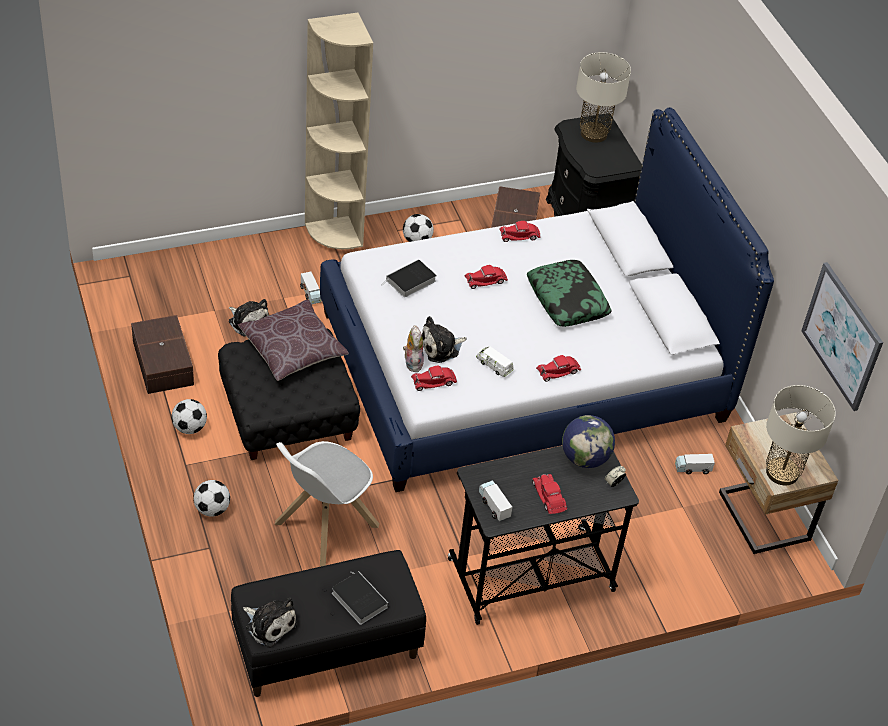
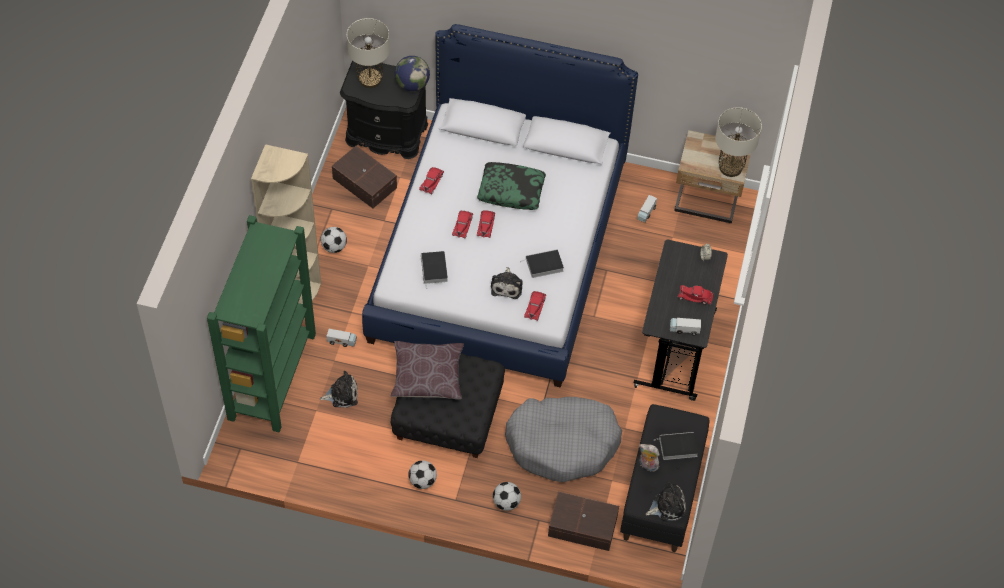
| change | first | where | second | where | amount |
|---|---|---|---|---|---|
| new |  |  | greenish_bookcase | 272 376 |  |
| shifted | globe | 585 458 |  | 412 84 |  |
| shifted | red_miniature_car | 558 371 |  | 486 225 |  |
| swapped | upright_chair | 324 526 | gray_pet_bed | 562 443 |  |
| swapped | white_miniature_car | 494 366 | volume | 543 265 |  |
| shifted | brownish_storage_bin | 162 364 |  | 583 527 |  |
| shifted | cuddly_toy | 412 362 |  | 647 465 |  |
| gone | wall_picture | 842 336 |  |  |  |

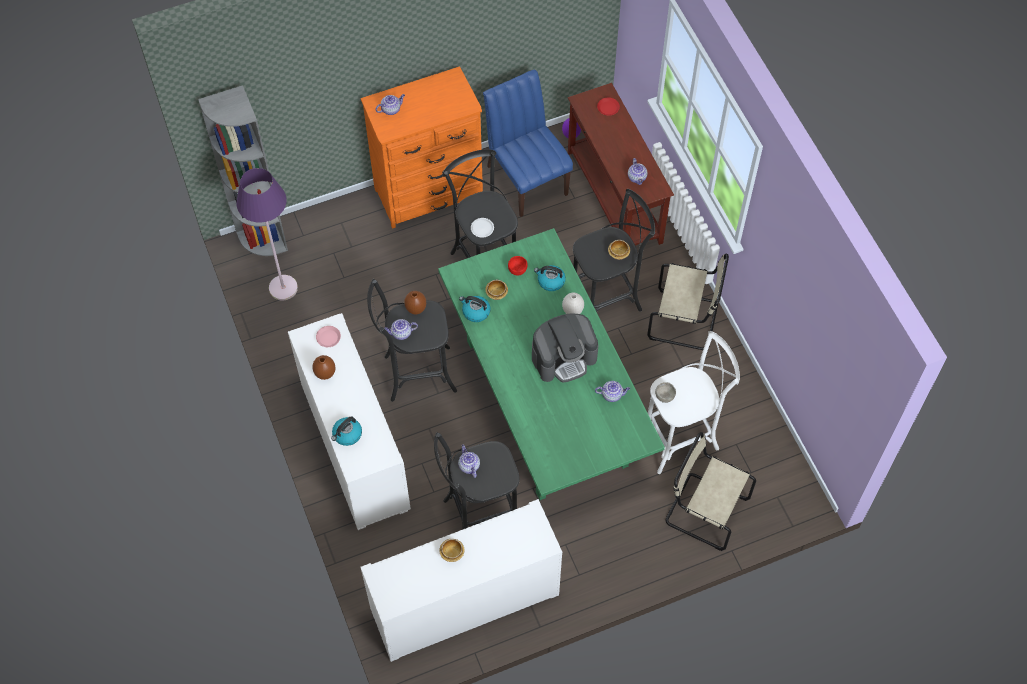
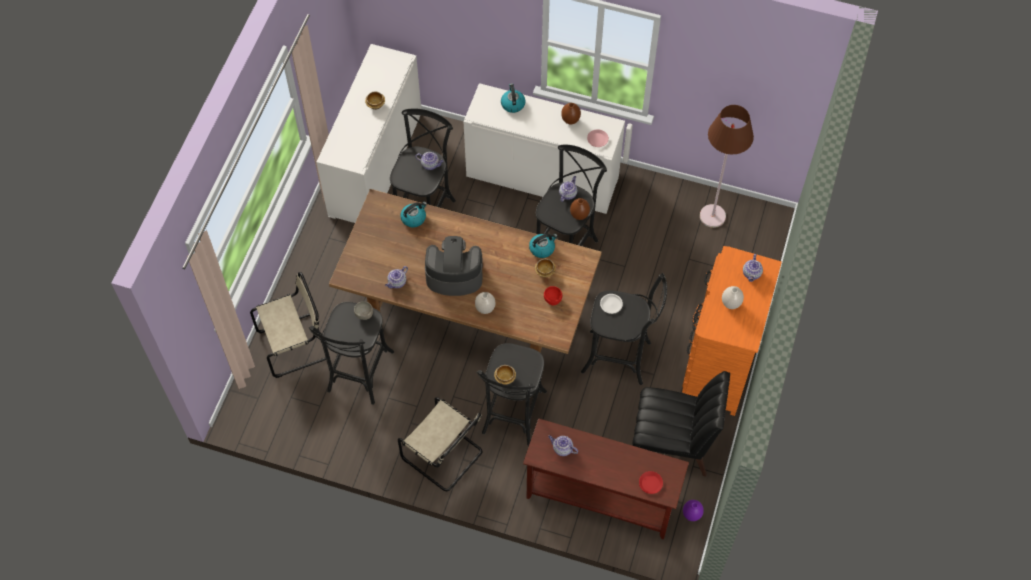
| change | first | where | second | where | amount |
|---|---|---|---|---|---|
| repainted | white_stool | 681 438 | black-coloured_stool | 359 374 |  |
| repainted | greenish_dinner_table | 545 401 | brownish_dinner_table | 469 311 |  |
| rotated | sand-coloured_upright_chair | 686 321 |  | 445 456 | 105 degrees counterclockwise |
| shifted | tea_kettle | 550 281 |  | 414 218 |  |
| rotated | coffee_machine | 564 357 |  | 454 275 | 75 degrees clockwise |
| repainted | blue-coloured_upright_chair | 527 181 | black-coloured_upright_chair | 672 445 |  |
| repainted | purple_standing_lamp | 283 288 | brownish_standing_lamp | 712 216 |  |
| new |  |  | white_decorative_vase | 730 303 |  |
| gone | gray_bookcase | 263 242 |  |  |  |

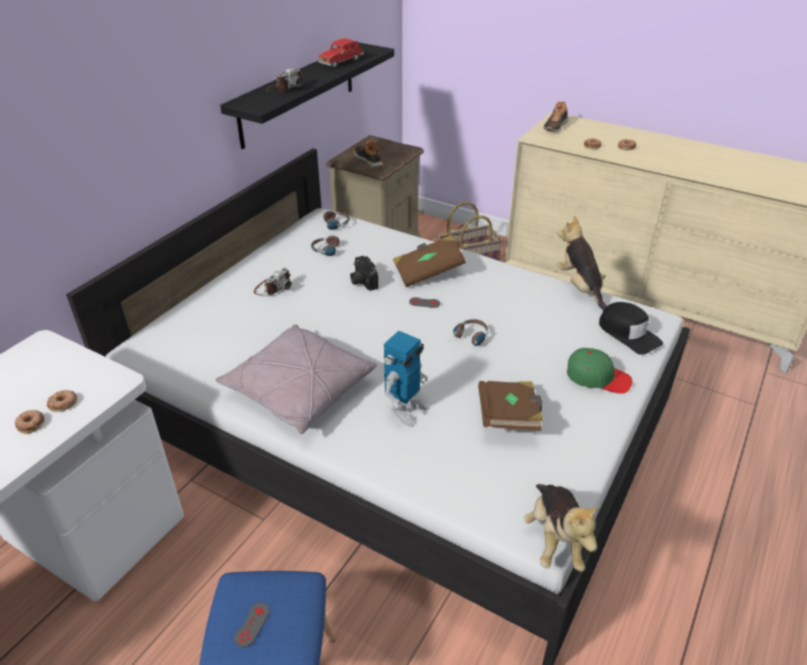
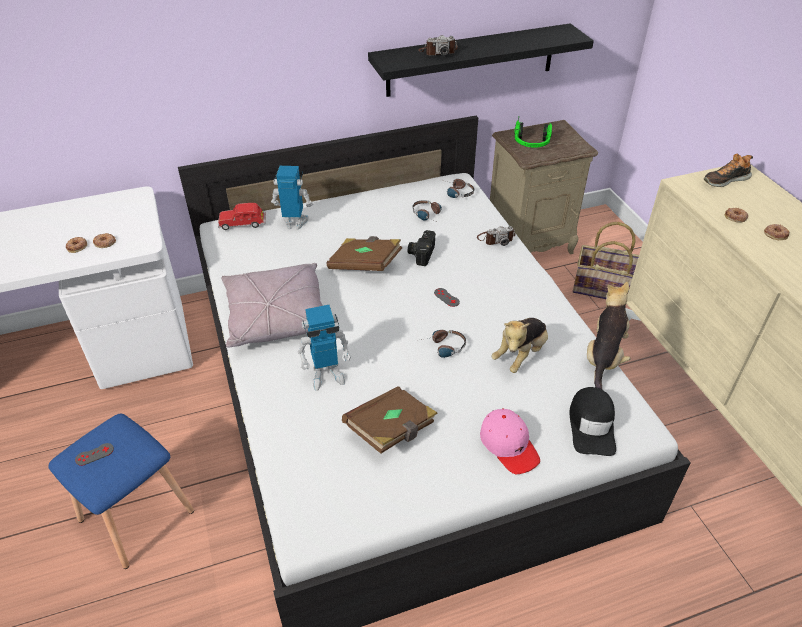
| change | first | where | second | where | amount |
|---|---|---|---|---|---|
| shifted | red_miniature_car | 341 62 |  | 243 224 |  |
| new |  |  | robot_figure | 295 223 |  |
| shifted | brownish_volume | 428 272 |  | 365 265 |  |
| shifted | photo_camera | 273 287 |  | 495 239 |  |
| repainted | greenish_cap | 597 377 | pinkish_cap | 509 445 |  |
| shifted | cuddly_toy | 555 539 |  | 520 355 |  |
| swapped | shoe | 369 160 | headphones | 531 144 |  |

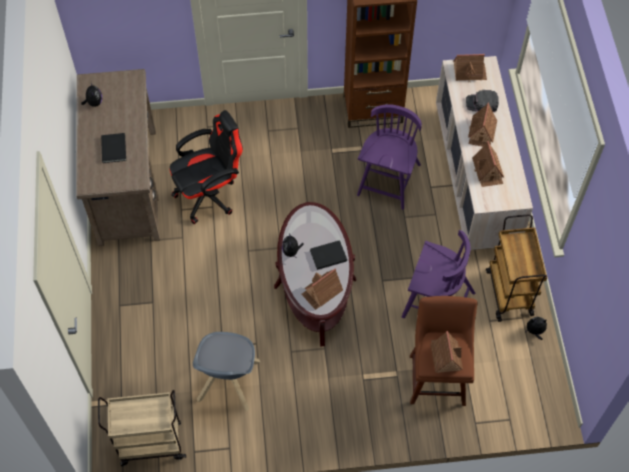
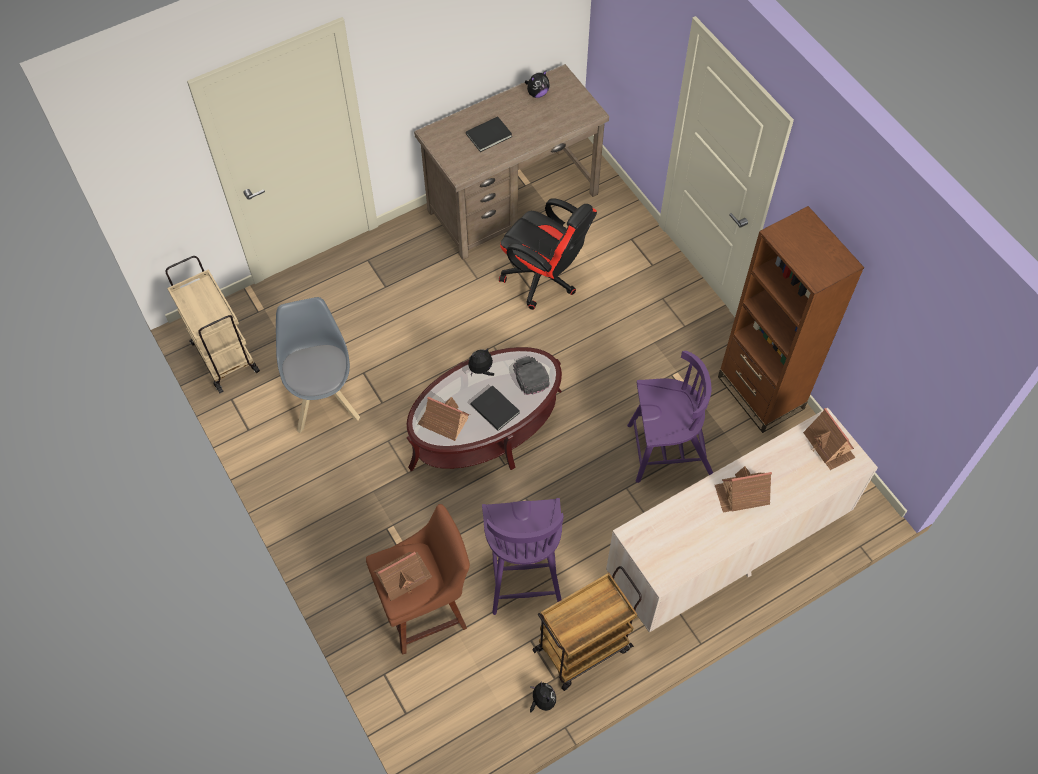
| change | first | where | second | where | amount |
|---|---|---|---|---|---|
| rotated | gray_upright_chair | 228 382 |  | 323 396 | 90 degrees clockwise |
| shifted | black-coloured_cap | 481 103 |  | 530 376 |  |
| gone | model_house | 488 171 |  |  |  |

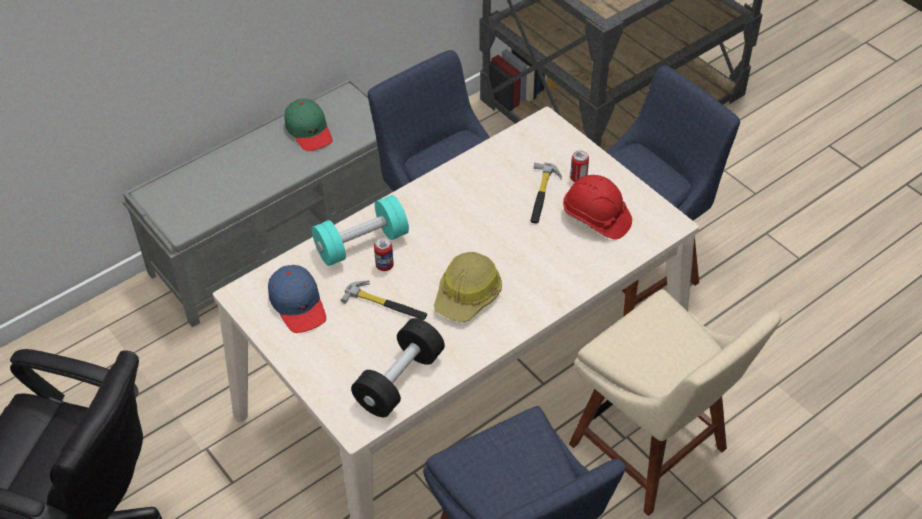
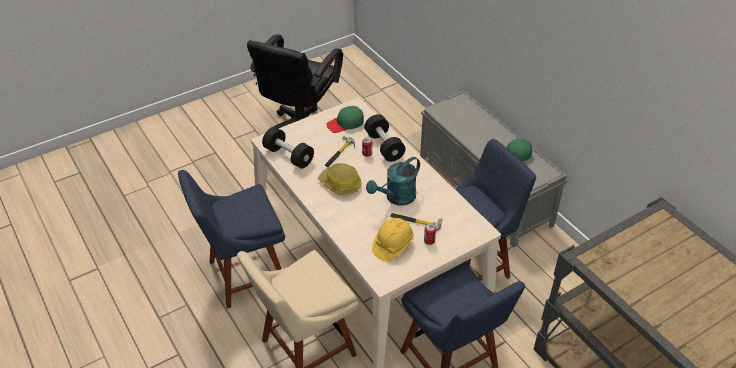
| change | first | where | second | where | amount |
|---|---|---|---|---|---|
| repainted | blue-coloured_cap | 298 304 | greenish_cap | 345 123 |  |
| repainted | turquoise-coloured_free_weight | 361 244 | black-coloured_free_weight | 384 146 |  |
| new |  |  | turquoise-coloured_watering_pot | 396 198 |  |
| repainted | red_safety_helmet | 596 218 | yellow-coloured_safety_helmet | 392 245 |  |

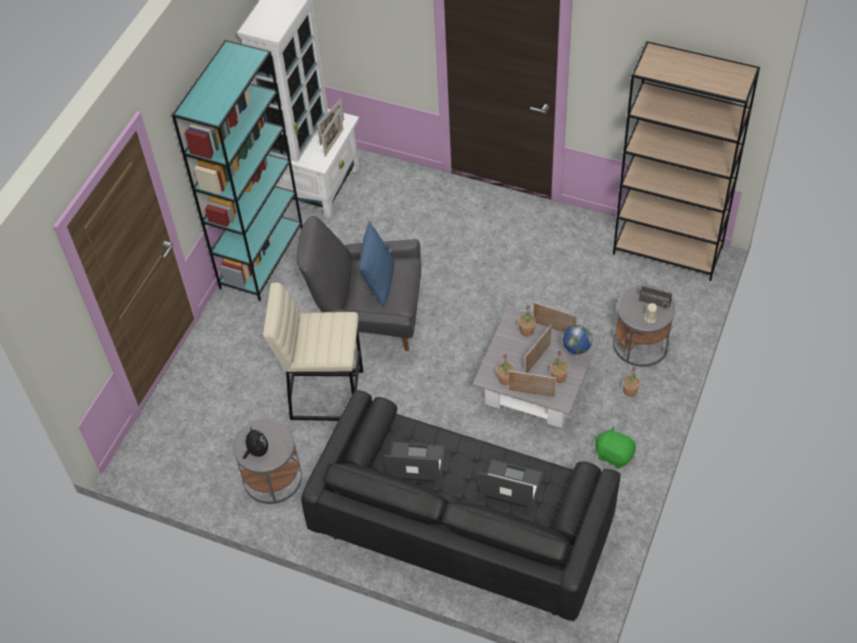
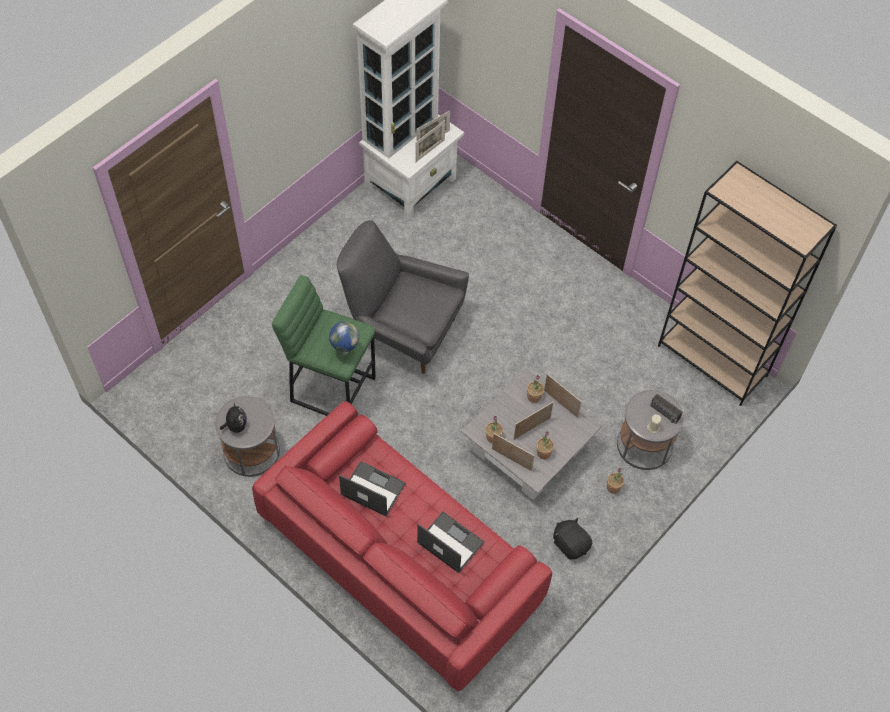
| change | first | where | second | where | amount |
|---|---|---|---|---|---|
| repainted | black-coloured_settee | 462 527 | red_settee | 401 561 |  |
| repainted | sand-coloured_stool | 324 394 | greenish_stool | 331 389 |  |
| shifted | globe | 575 356 |  | 344 352 |  |
| repainted | greenish_cuddly_toy | 614 454 | black-coloured_cuddly_toy | 571 544 |  |
| gone | turquoise-coloured_bookcase | 261 257 |  |  |  |
| gone | blue-coloured_pillow | 379 282 |  |  |  |

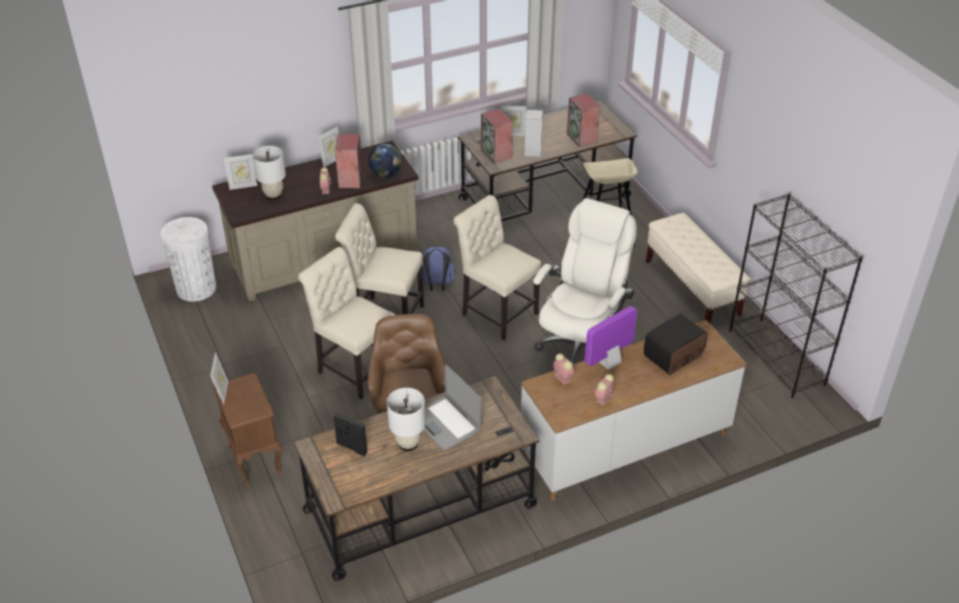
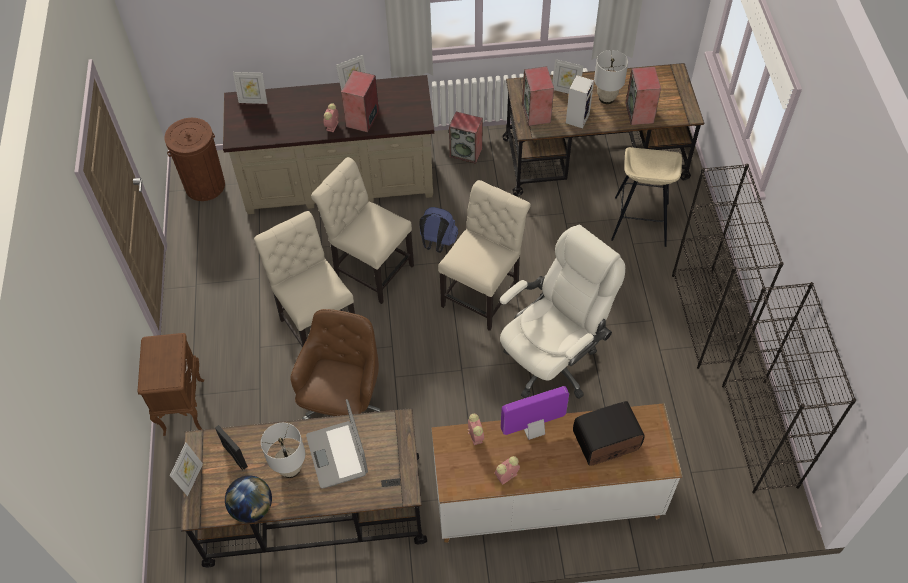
| change | first | where | second | where | amount |
|---|---|---|---|---|---|
| repainted | white_trash_can | 196 288 | brownish_trash_can | 205 185 |  |
| shifted | photo_frame | 222 393 |  | 191 478 |  |
| shifted | globe | 386 175 |  | 252 508 |  |
| rotated | sand-coloured_upright_chair | 496 312 |  | 484 293 | 60 degrees clockwise |
| new |  |  | loudspeaker | 466 152 |  |
| shifted | white_tabletop_lamp | 273 195 |  | 606 98 |  |
| swapped | sand-coloured_long_seat | 692 288 | black-coloured_bookcase | 705 319 |  |

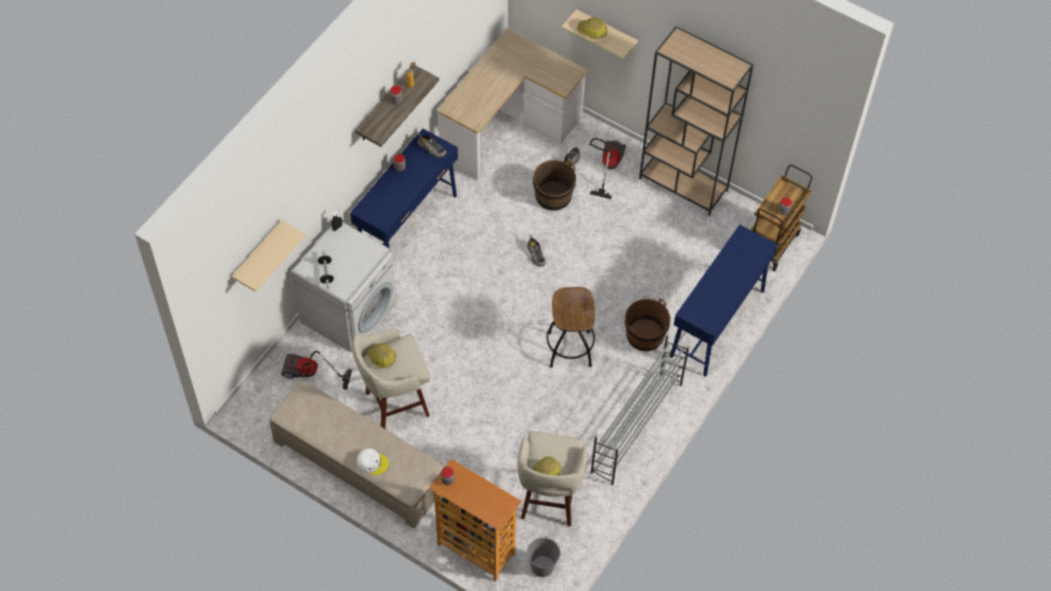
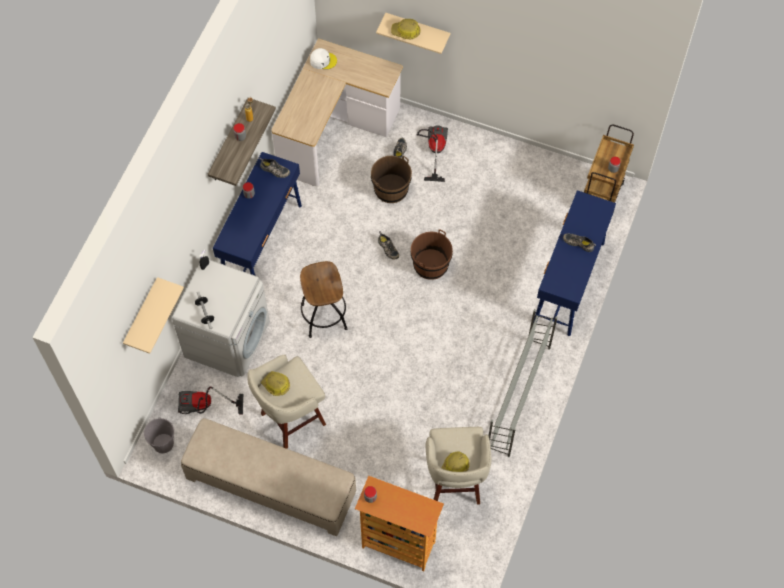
| change | first | where | second | where | amount |
|---|---|---|---|---|---|
| shifted | gray_pail | 542 566 |  | 163 443 |  |
| shifted | brownish_stool | 569 348 |  | 324 316 |  |
| shifted | white_cap | 372 463 |  | 323 60 |  |
| shifted | brownish_pail | 645 335 |  | 431 264 |  |
| new |  |  | shoe | 579 243 |  |
| gone | bookcase | 684 184 |  |  |  |

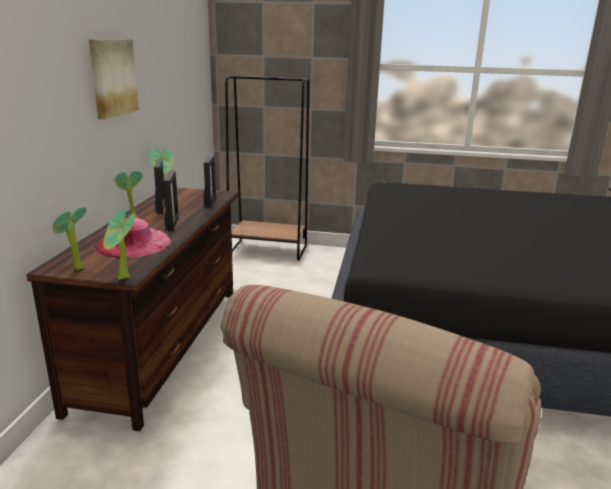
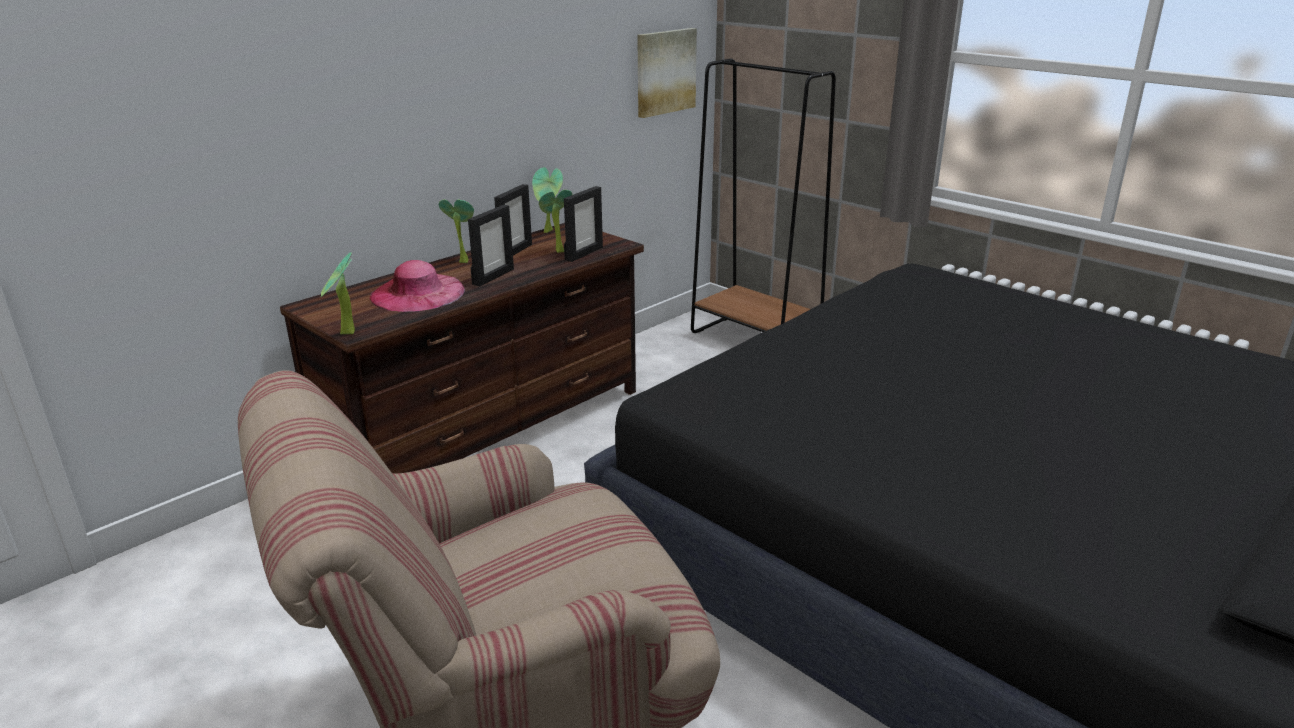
| change | first | where | second | where | amount |
|---|---|---|---|---|---|
| shifted | plant_in_a_pot | 75 268 |  | 557 251 |  |
| shifted | wall_picture | 112 77 |  | 665 72 |  |

